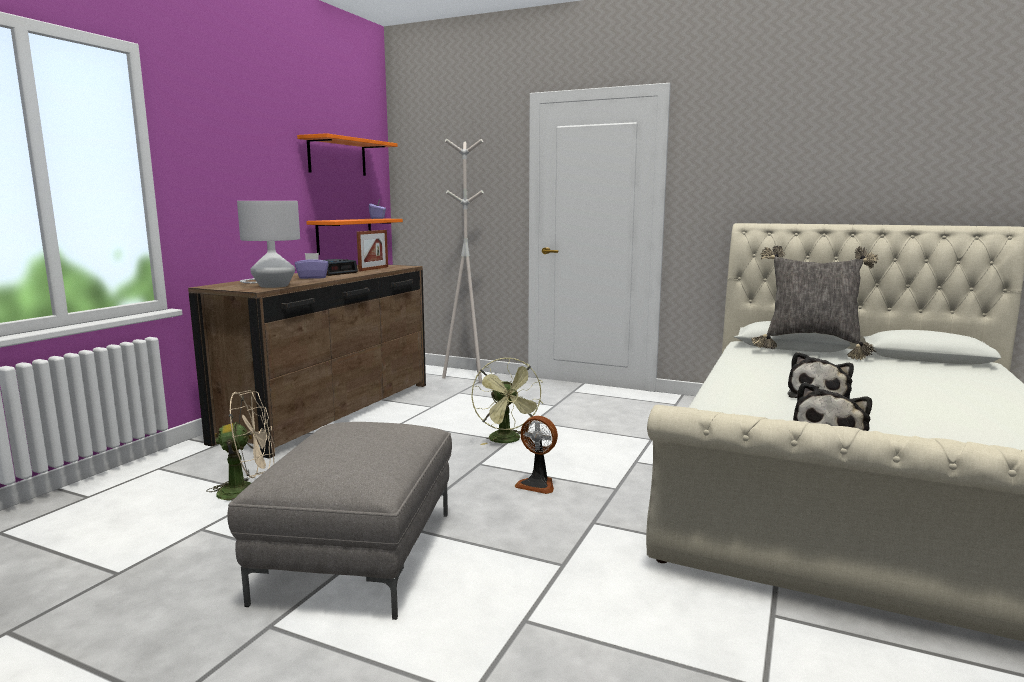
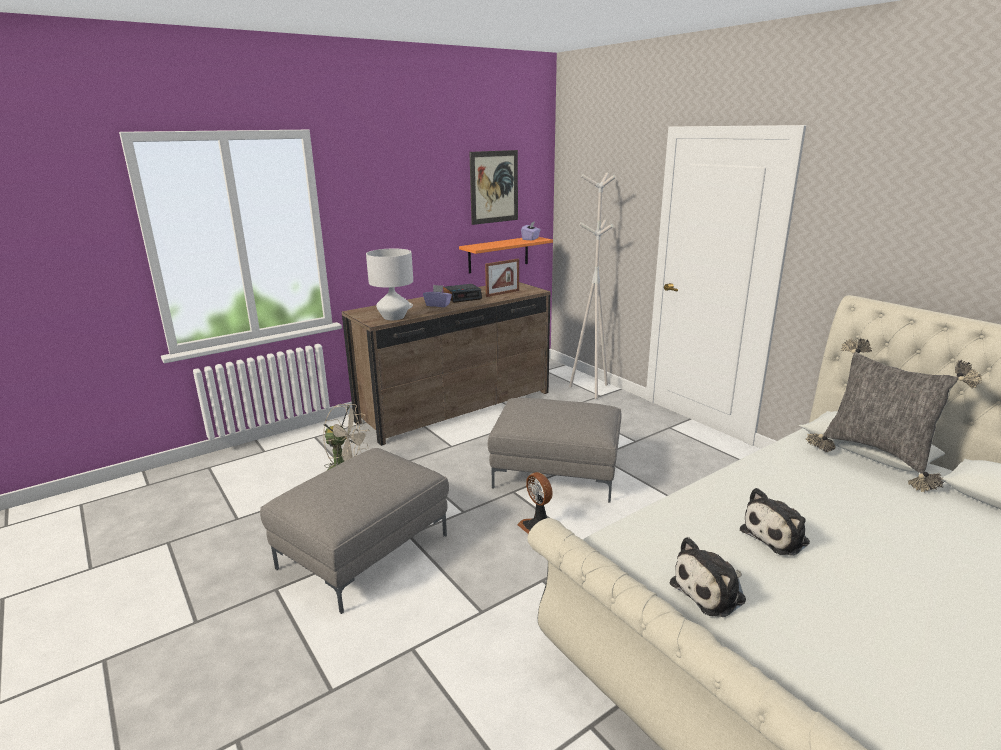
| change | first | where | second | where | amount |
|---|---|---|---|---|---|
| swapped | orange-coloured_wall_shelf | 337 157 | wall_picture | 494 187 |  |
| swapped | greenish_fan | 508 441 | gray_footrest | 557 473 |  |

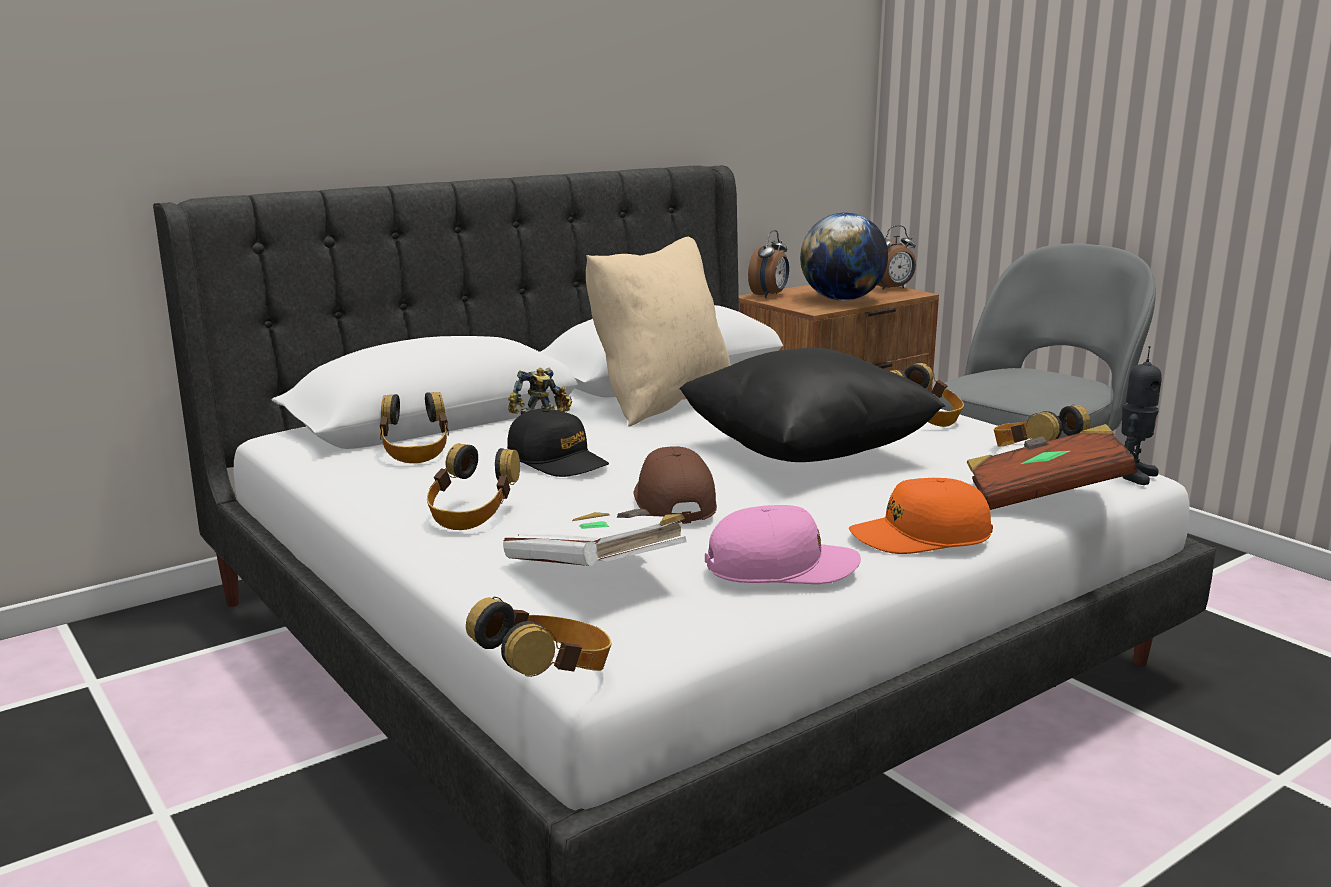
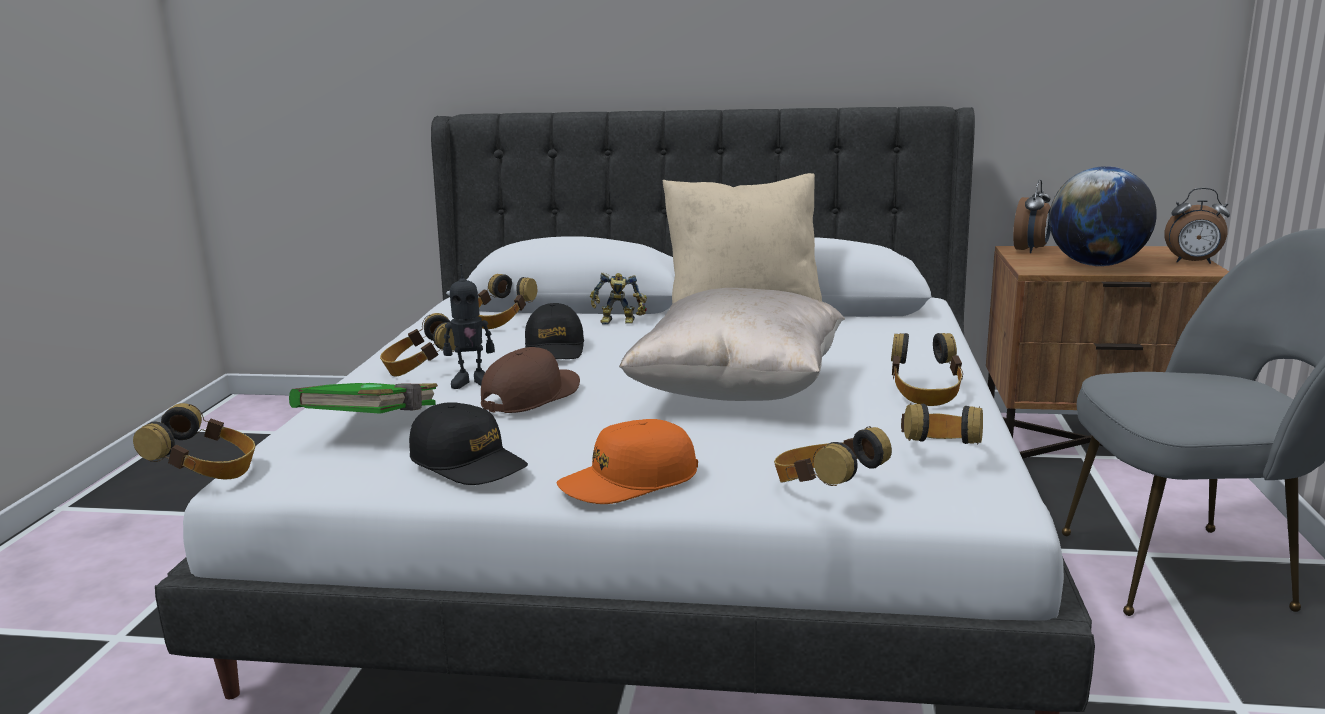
| change | first | where | second | where | amount |
|---|---|---|---|---|---|
| repainted | white_volume | 596 573 | greenish_volume | 374 425 |  |
| repainted | pinkish_cap | 781 568 | black-coloured_cap | 468 463 |  |
| shifted | robot_figure | 1133 476 |  | 471 382 |  |
| rotated | orange-coloured_cap | 920 537 |  | 629 481 | 60 degrees counterclockwise |
| repainted | black-coloured_pillow | 806 453 | sand-coloured_pillow | 737 392 |  |
| swapped | brownish_volume | 1044 497 | headphones | 824 490 |  |
| rotated | bedside_clock | 769 295 |  | 1031 250 | 45 degrees counterclockwise |

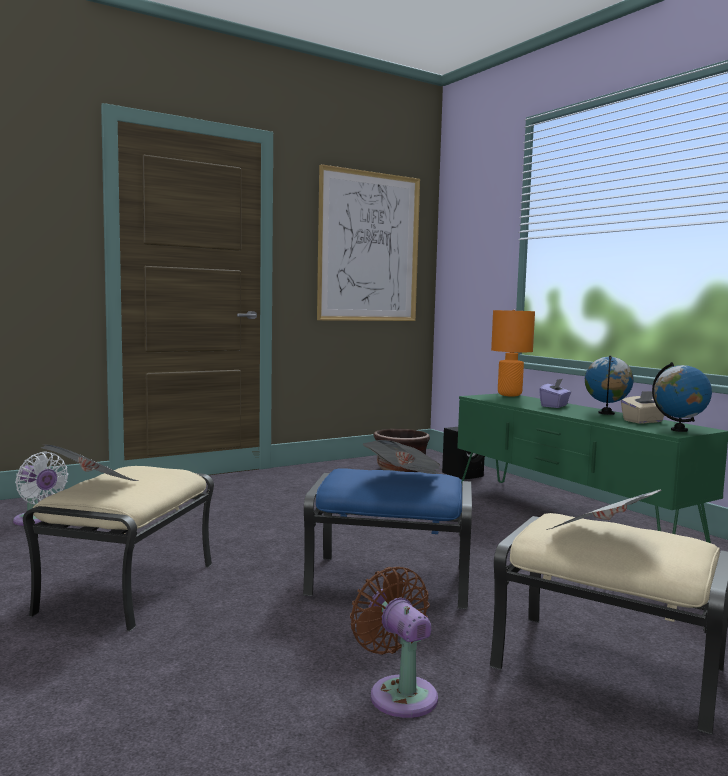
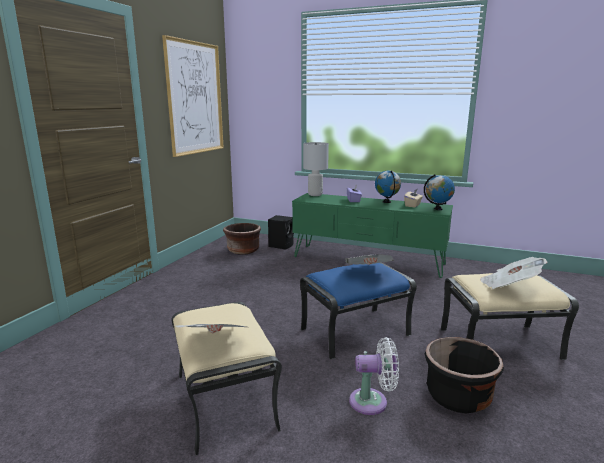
| change | first | where | second | where | amount |
|---|---|---|---|---|---|
| repainted | orange-coloured_tabletop_lamp | 510 396 | gray_tabletop_lamp | 315 195 |  |
| shifted | white_fan | 37 520 |  | 372 402 |  |
| swapped | brownish_fan | 399 693 | black-coloured_flower_pot | 458 397 |  |

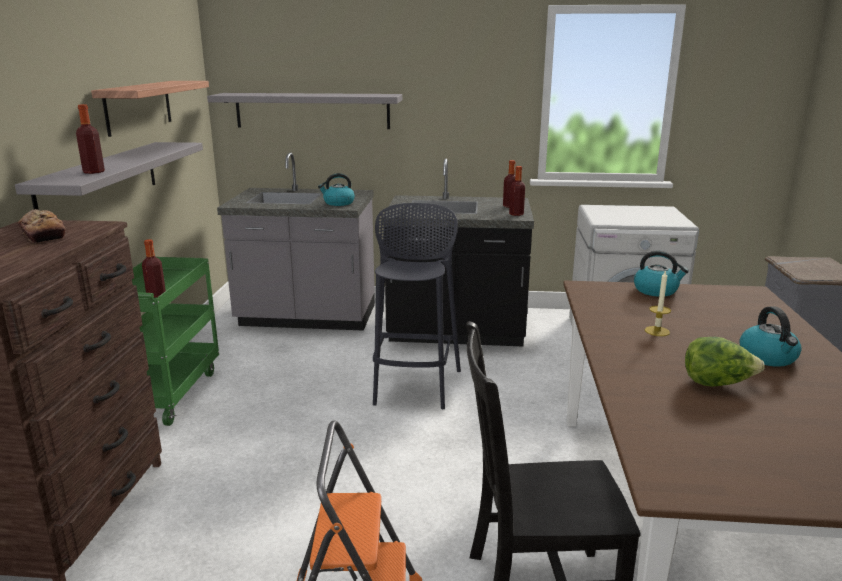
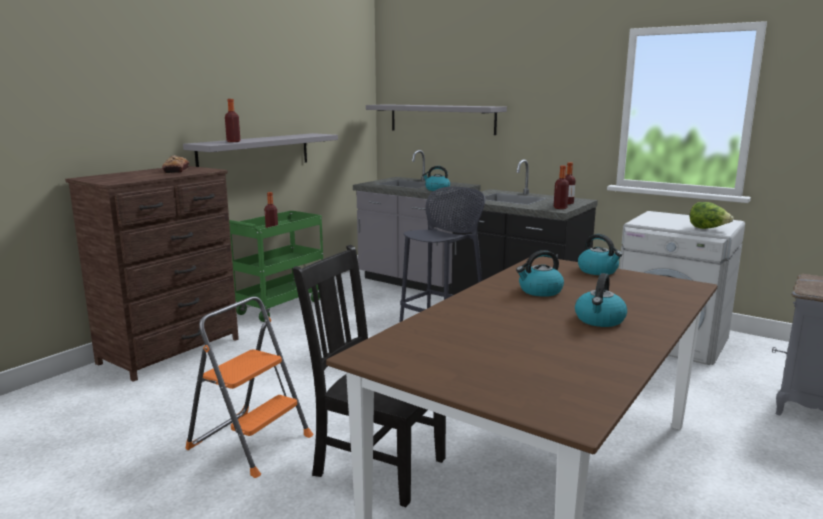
| change | first | where | second | where | amount |
|---|---|---|---|---|---|
| swapped | wax_light | 657 331 | tea_kettle | 539 291 |  |
| shifted | lettuce_head | 717 384 |  | 707 229 |  |
| gone | wall_shelf | 138 106 |  |  |  |

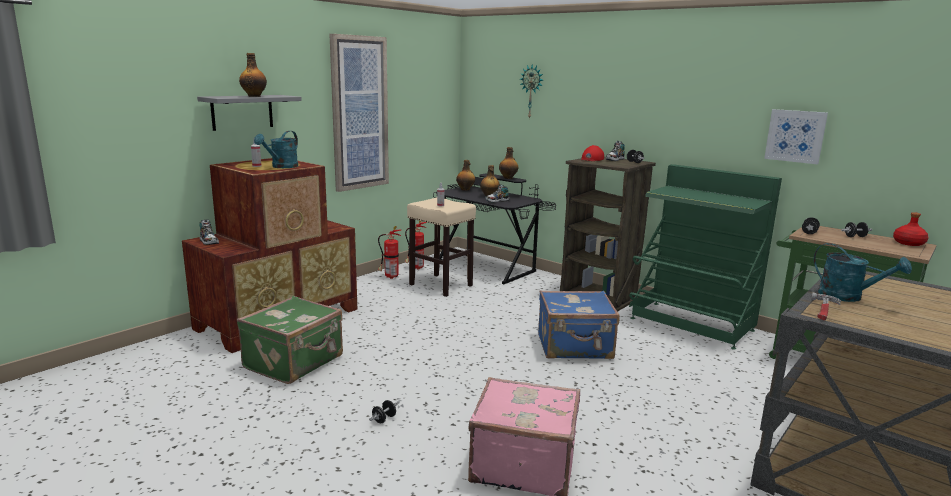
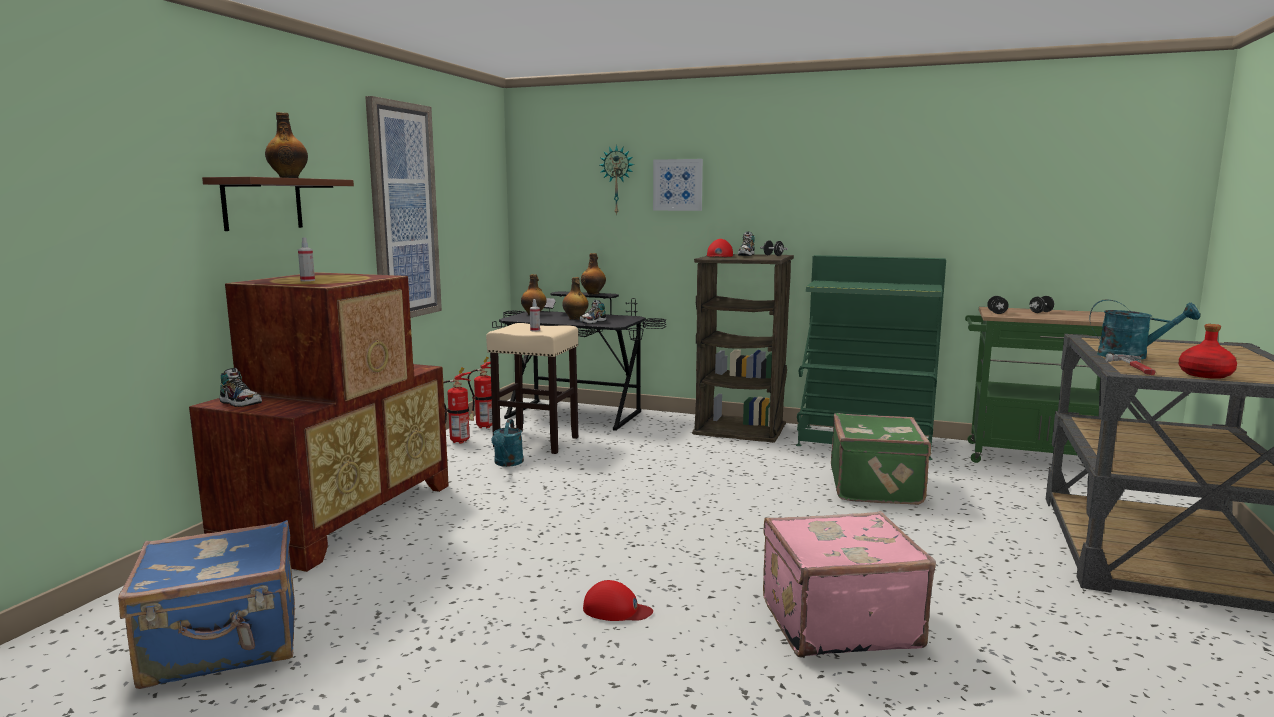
| change | first | where | second | where | amount |
|---|---|---|---|---|---|
| shifted | blue-coloured_piece_of_luggage | 575 347 |  | 224 645 |  |
| repainted | gray_wall_shelf | 242 112 | brownish_wall_shelf | 262 204 |  |
| shifted | turquoise-coloured_watering_pot | 281 167 |  | 507 463 |  |
| swapped | black-coloured_free_weight | 384 419 | red_cap | 616 610 |  |
| shifted | wall_picture | 795 136 |  | 678 185 |  |
| shifted | greenish_piece_of_luggage | 295 362 |  | 877 487 |  |
| shifted | red_drink_bottle | 909 243 |  | 1206 375 |  |

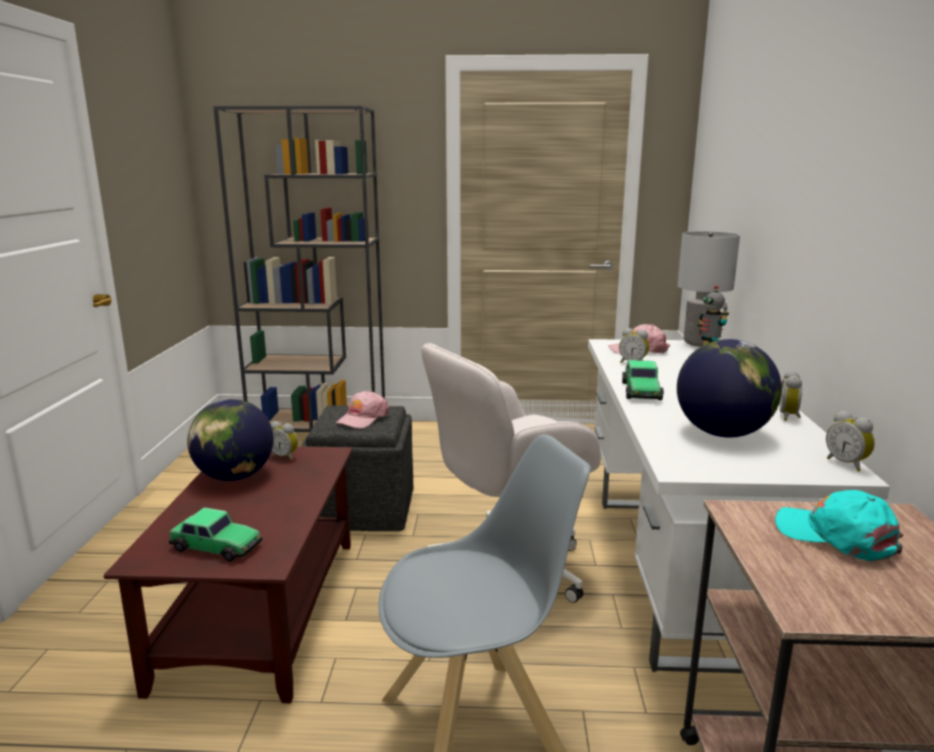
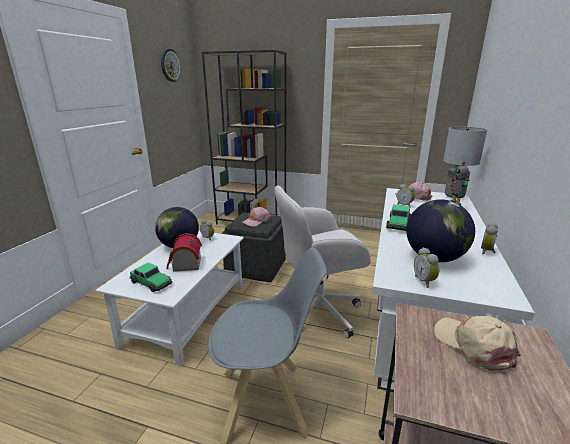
| change | first | where | second | where | amount |
|---|---|---|---|---|---|
| repainted | brownish_low_table | 261 608 | white_low_table | 187 313 |  |
| new |  |  | wall_clock | 170 65 |  |
| new |  |  | model_house | 185 265 |  |
| shifted | bedside_clock | 847 464 |  | 425 281 |  |
| repainted | turquoise-coloured_cap | 836 536 | sand-coloured_cap | 474 345 |  |

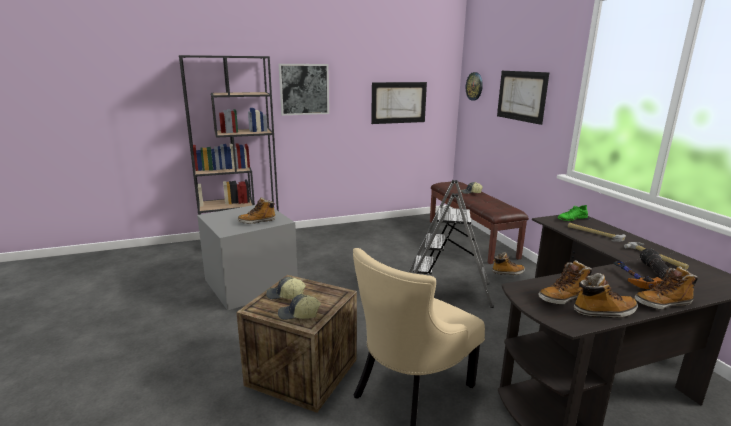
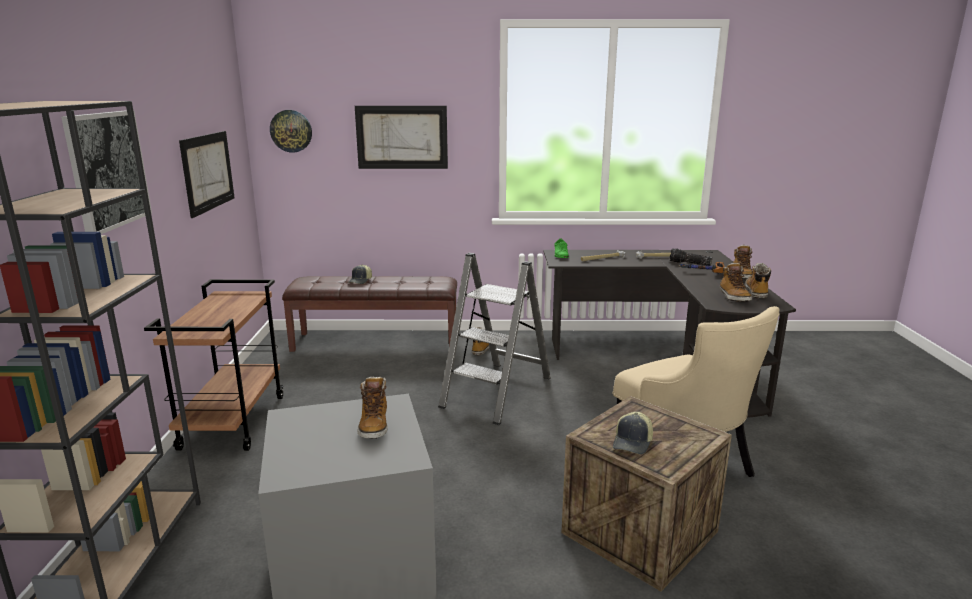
| change | first | where | second | where | amount |
|---|---|---|---|---|---|
| new |  |  | brownish_cart | 233 421 |  |
| gone | cap | 298 315 |  |  |  |

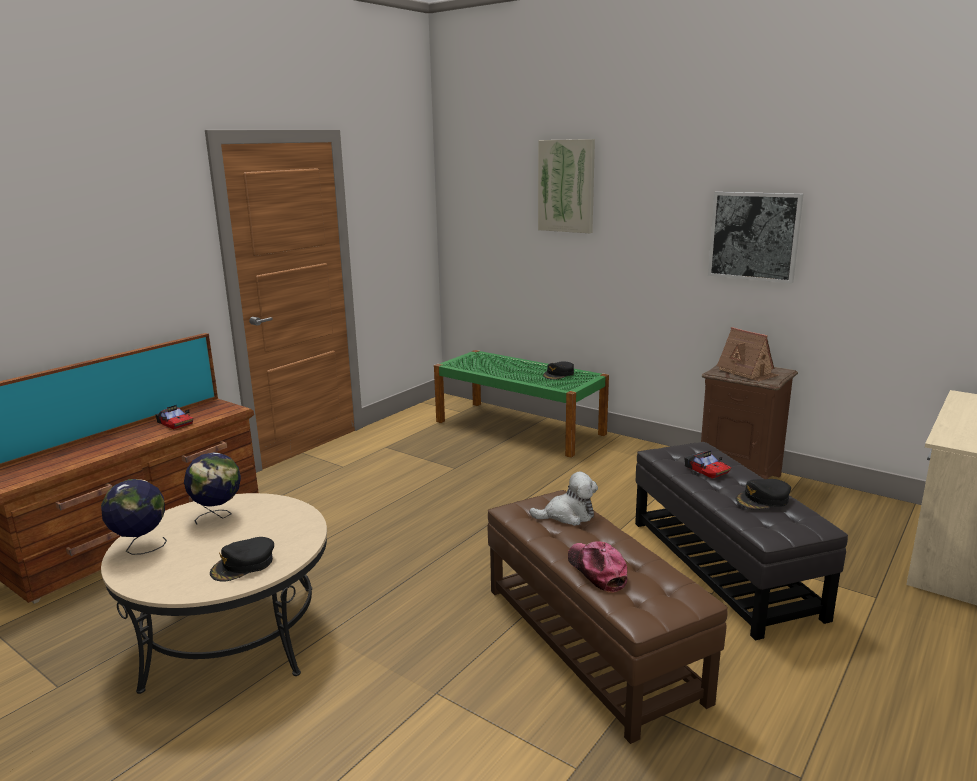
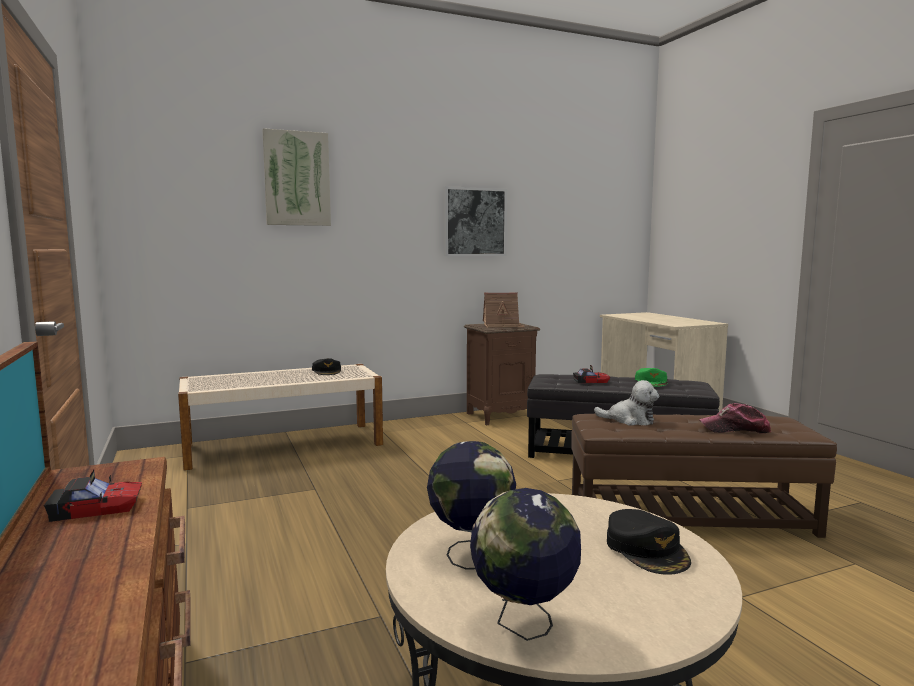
| change | first | where | second | where | amount |
|---|---|---|---|---|---|
| repainted | greenish_long_seat | 519 427 | sand-coloured_long_seat | 283 445 |  |
| rotated | cuddly_toy | 567 515 |  | 629 420 | 90 degrees clockwise |
| repainted | black-coloured_cap | 763 500 | greenish_cap | 651 382 |  |

